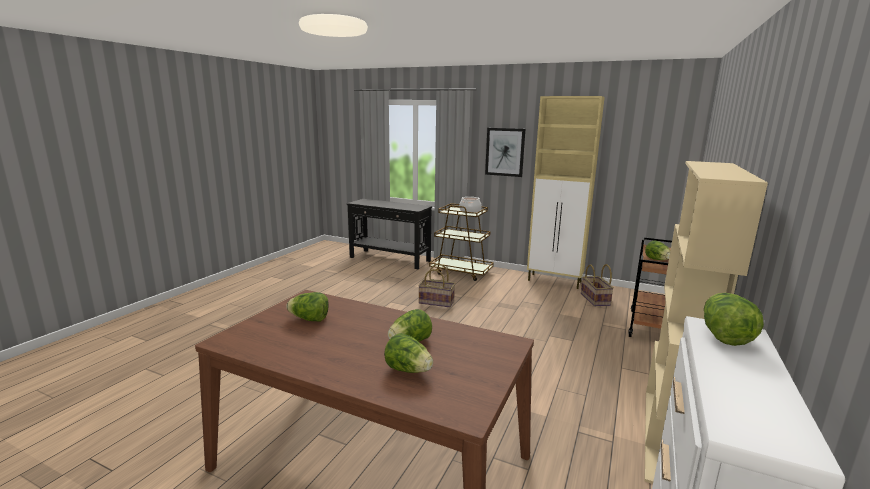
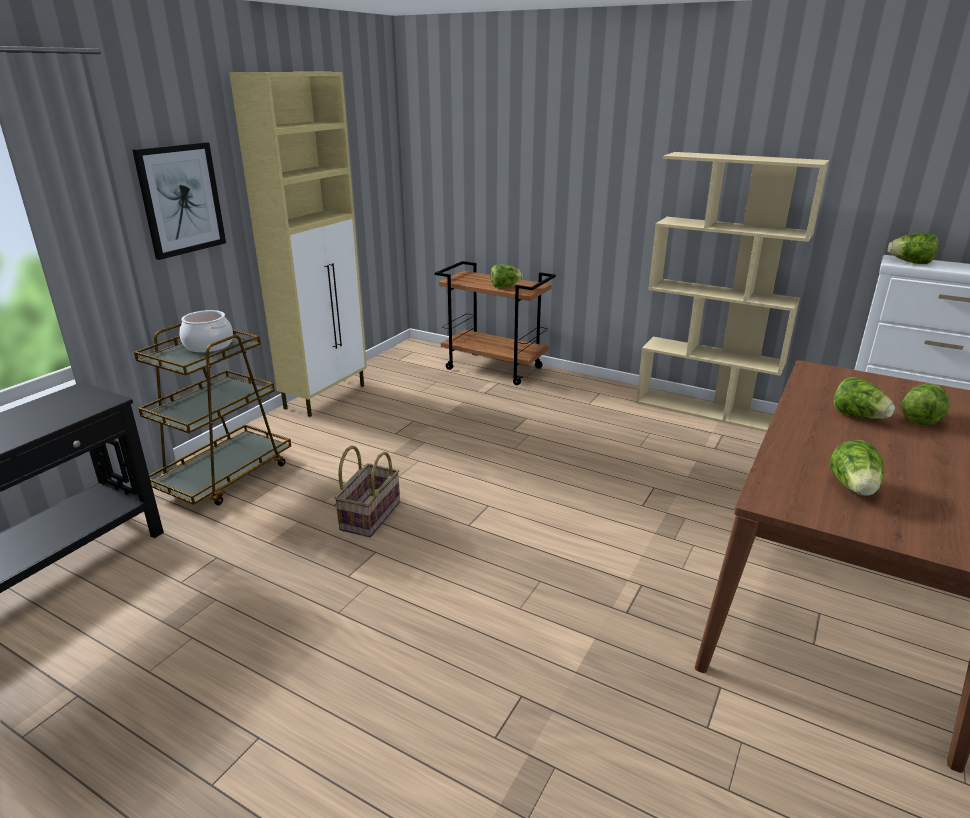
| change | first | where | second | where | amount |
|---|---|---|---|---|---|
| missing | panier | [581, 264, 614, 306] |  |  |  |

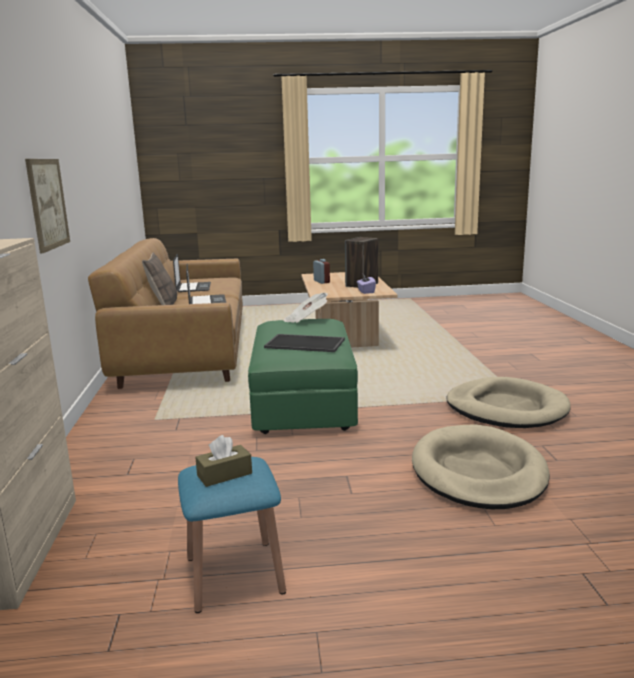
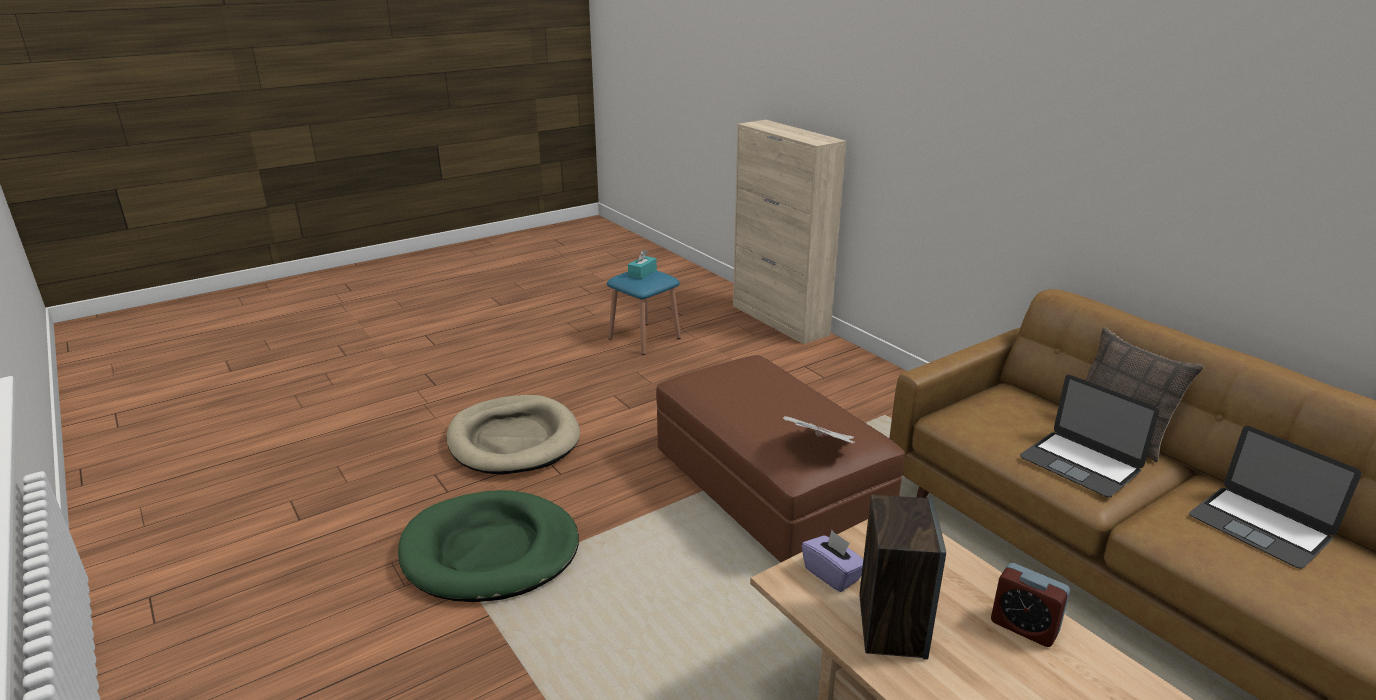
| change | first | where | second | where | amount |
|---|---|---|---|---|---|
| missing | tableau | [25, 159, 70, 253] |  |  |  |
| missing | plateau | [264, 334, 345, 352] |  |  |  |
| colour | boîte à mouchoirs (marron) | [195, 435, 252, 487] | boîte à mouchoirs (turquoise) | [628, 250, 657, 279] |  |
| colour | pouf (vert) | [248, 319, 358, 434] | pouf (marron) | [656, 355, 905, 562] |  |
| colour | panier pour chien (beige) | [446, 377, 571, 428] | panier pour chien (vert) | [398, 490, 579, 602] |  |

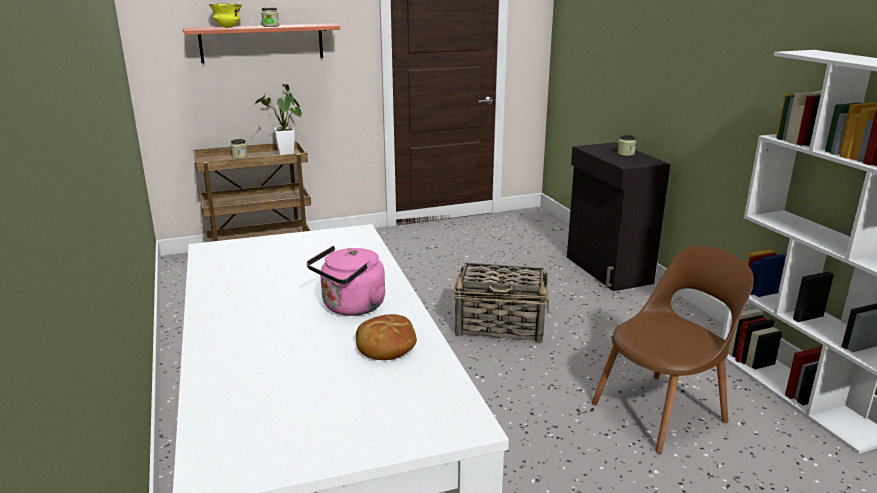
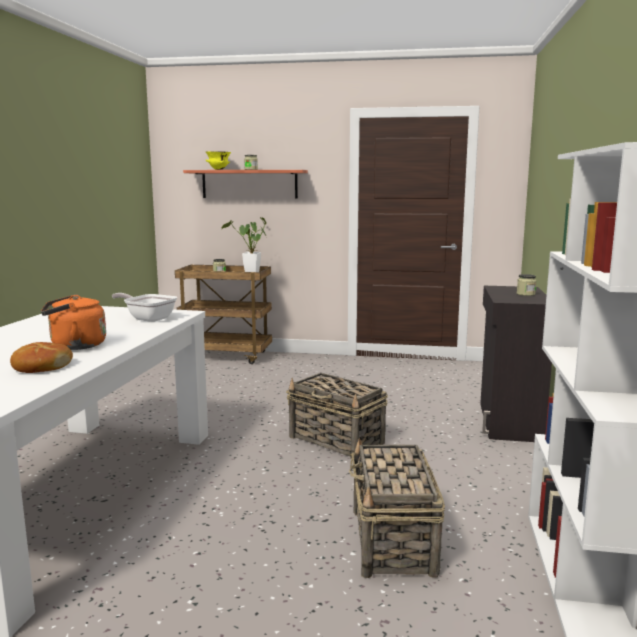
| change | first | where | second | where | amount |
|---|---|---|---|---|---|
| appeared |  |  | poêle | [112, 293, 177, 322] |  |
| exchanged | chaise (marron) | [591, 246, 754, 454] | panier | [348, 438, 445, 578] |  |
| colour | bouilloire (rose) | [307, 246, 385, 316] | bouilloire (orange) | [41, 294, 106, 350] |  |

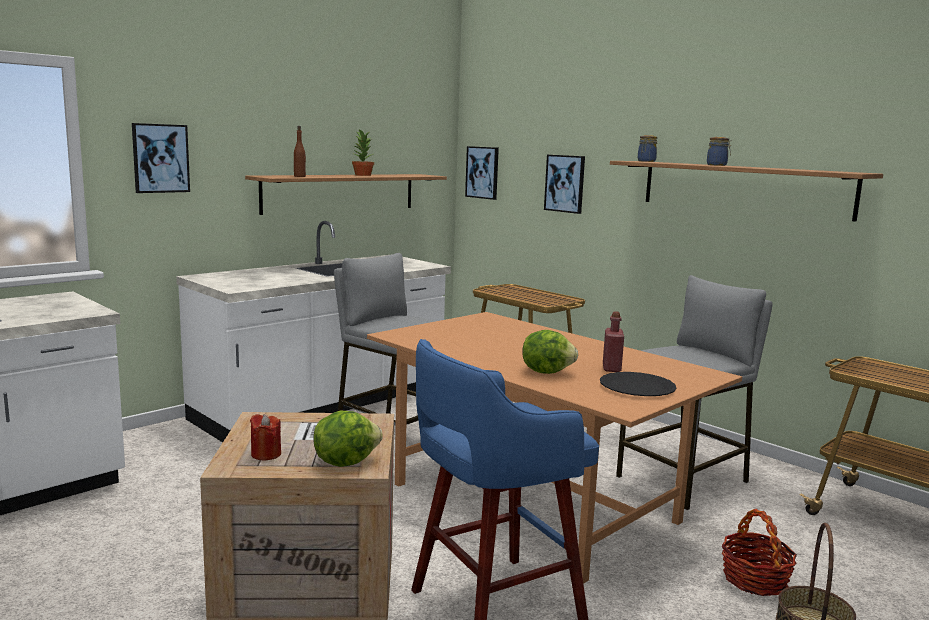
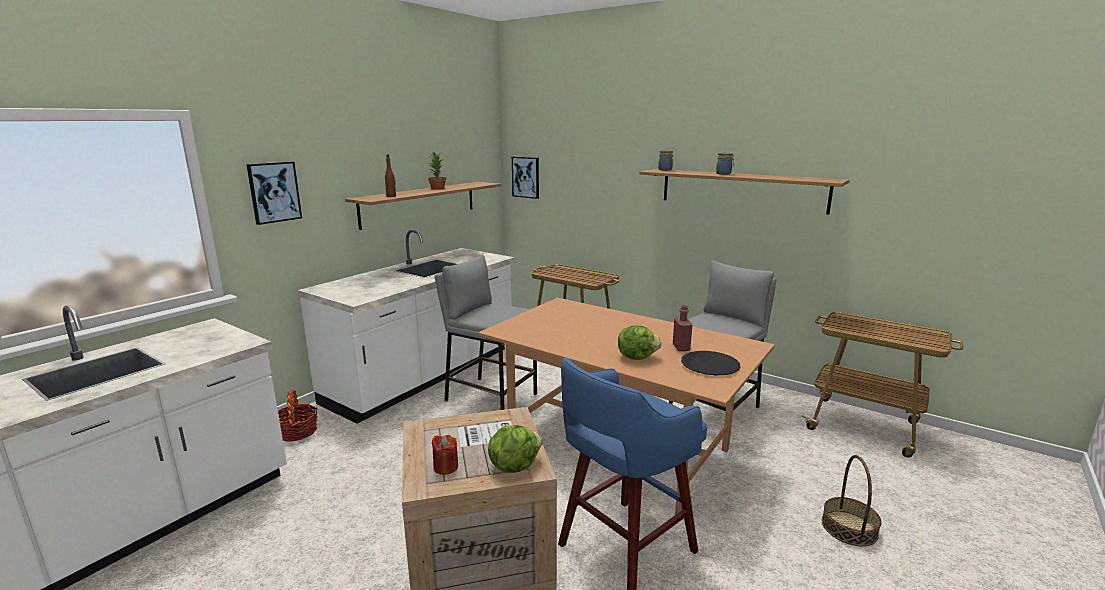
| change | first | where | second | where | amount |
|---|---|---|---|---|---|
| missing | tableau | [544, 155, 585, 214] |  |  |  |
| relocated | panier | [722, 509, 797, 596] |  | [278, 390, 318, 442] |  |

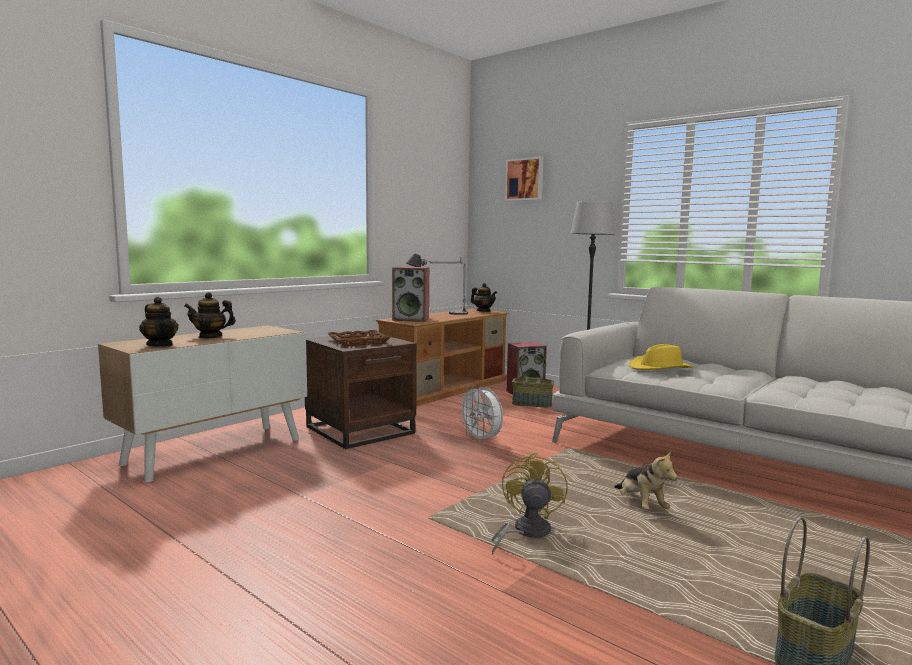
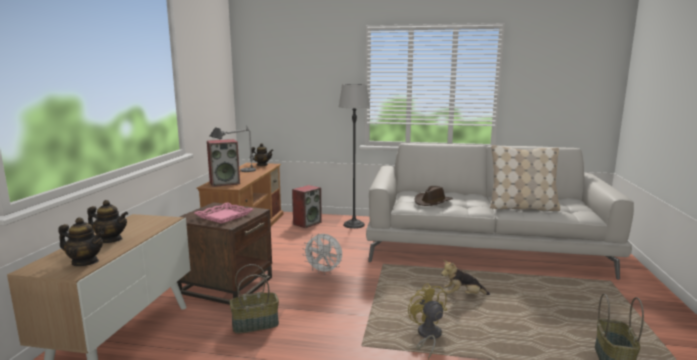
| change | first | where | second | where | amount |
|---|---|---|---|---|---|
| missing | tableau | [505, 156, 543, 201] |  |  |  |
| appeared |  |  | coussin (beige) | [490, 145, 560, 211] |  |
| relocated | panier | [512, 350, 554, 407] |  | [230, 264, 279, 334] |  |
| colour | plateau (marron) | [328, 330, 391, 346] | plateau (rose) | [194, 202, 253, 224] |  |
| colour | chapeau (jaune) | [629, 344, 695, 370] | chapeau (marron) | [414, 186, 453, 206] |  |
| spun | théière | [184, 292, 236, 339] |  | [87, 200, 128, 243] | 135 degrees counterclockwise |
| spun | peluche | [614, 450, 678, 509] |  | [441, 260, 490, 295] | 135 degrees clockwise |

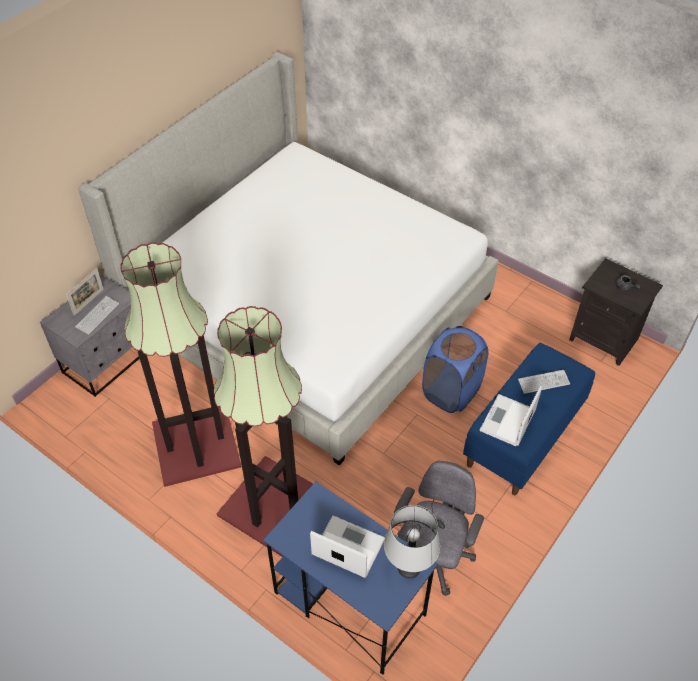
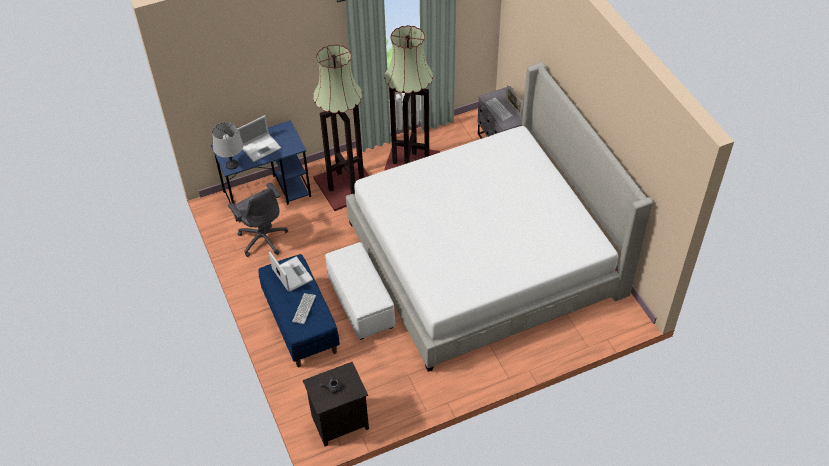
| change | first | where | second | where | amount |
|---|---|---|---|---|---|
| exchanged | panier à linge (bleu) | [422, 326, 489, 413] | pouf (blanc) | [325, 242, 395, 340] |  |

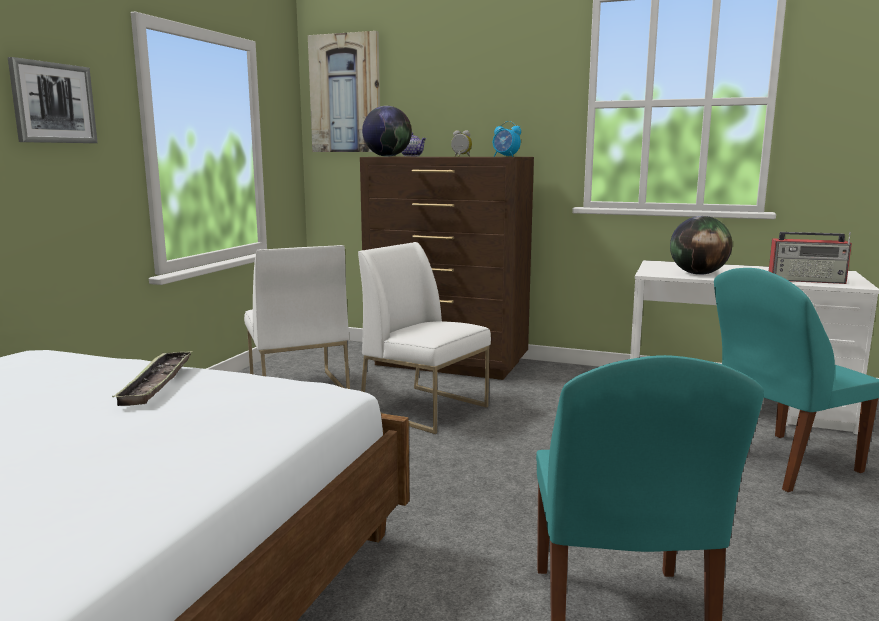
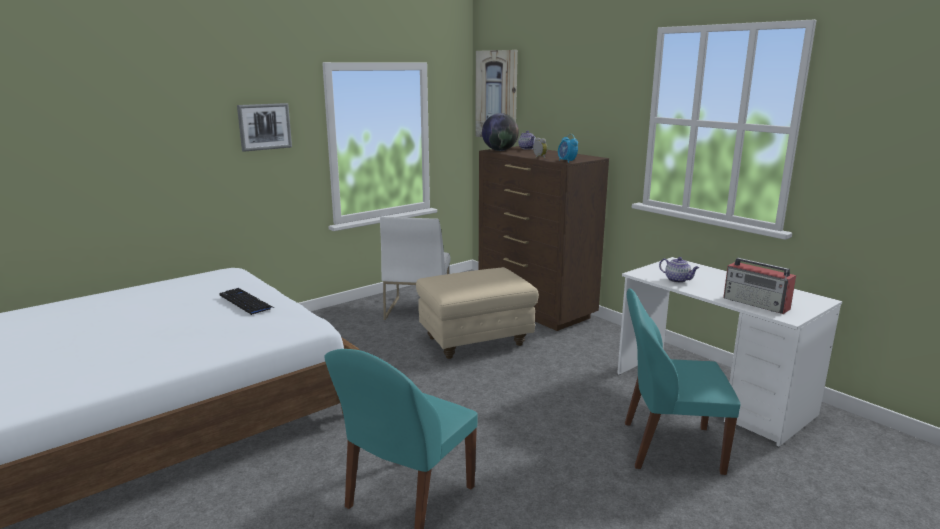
| change | first | where | second | where | amount |
|---|---|---|---|---|---|
| exchanged | plateau | [112, 351, 192, 406] | clavier | [219, 288, 274, 315] |  |
| exchanged | chaise (blanc) | [358, 242, 491, 434] | pouf (beige) | [416, 267, 539, 359] |  |
| exchanged | globe | [670, 216, 732, 275] | théière | [659, 257, 699, 283] |  |

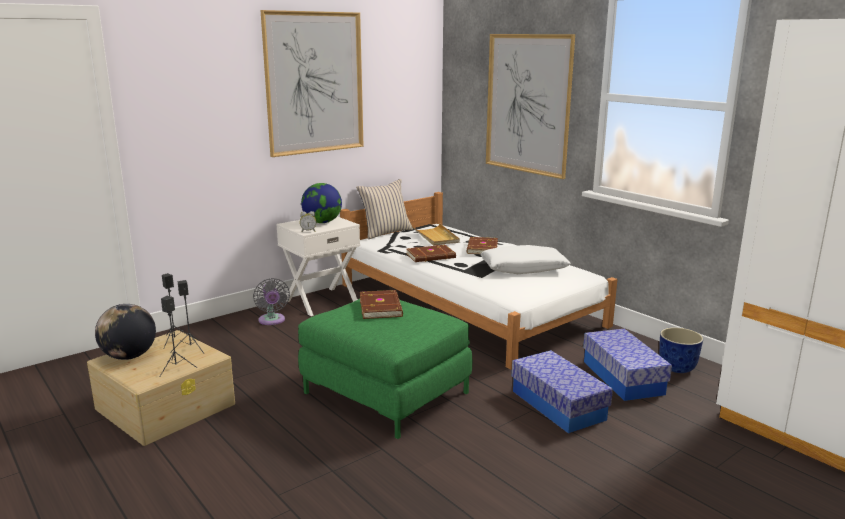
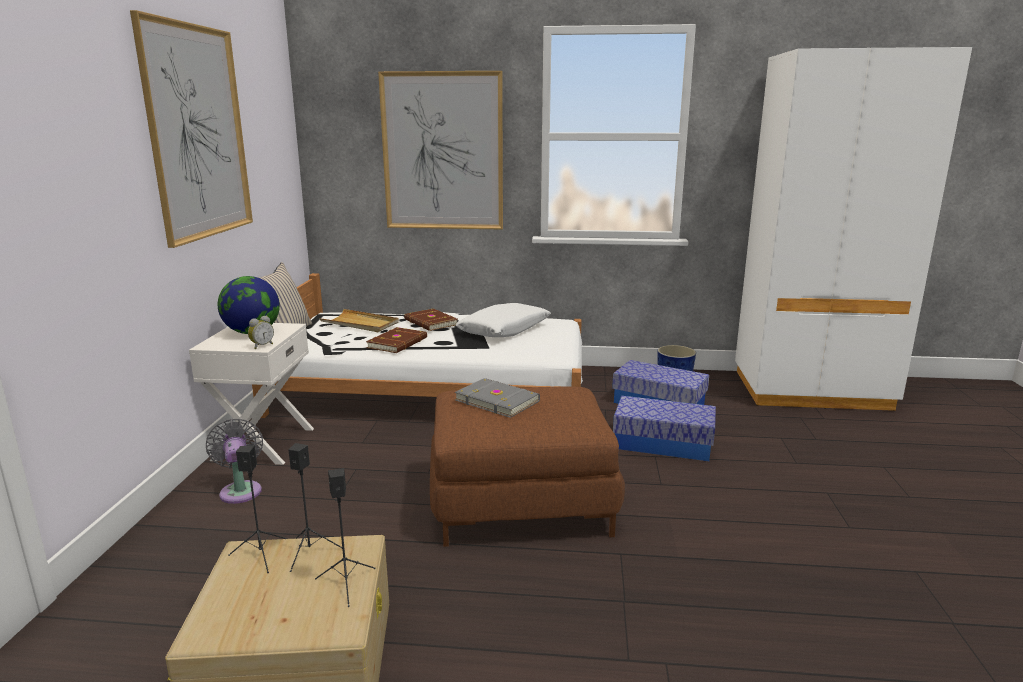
| change | first | where | second | where | amount |
|---|---|---|---|---|---|
| missing | globe | [95, 304, 156, 360] |  |  |  |
| colour | pouf (vert) | [298, 299, 472, 439] | pouf (marron) | [430, 386, 625, 547] |  |
| colour | livre (marron) | [360, 290, 403, 319] | livre (gris) | [455, 378, 540, 418] |  |
| spun | ventilateur (gris) | [253, 278, 290, 325] |  | [206, 419, 263, 504] | 135 degrees counterclockwise |

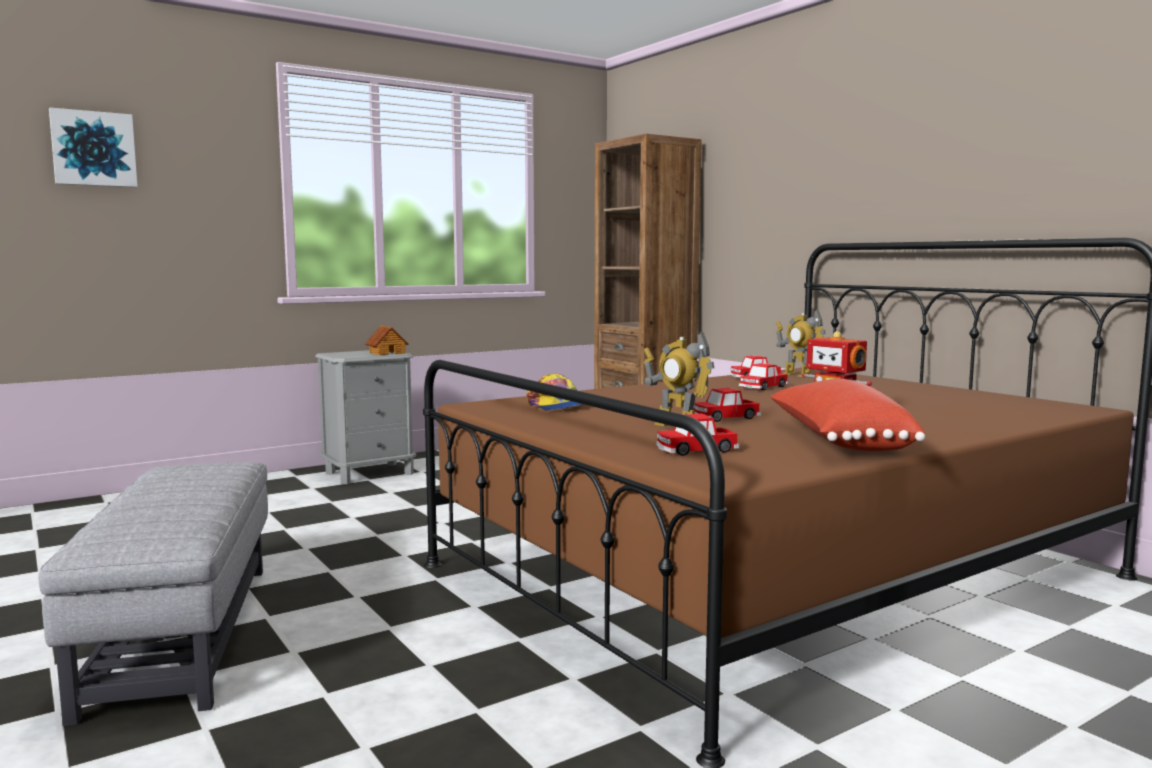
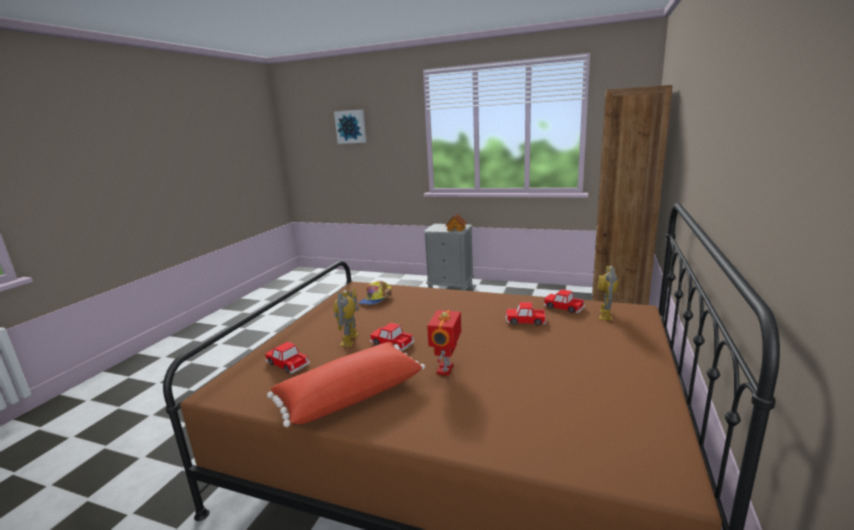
| change | first | where | second | where | amount |
|---|---|---|---|---|---|
| missing | pouf (gris) | [38, 462, 268, 726] |  |  |  |

